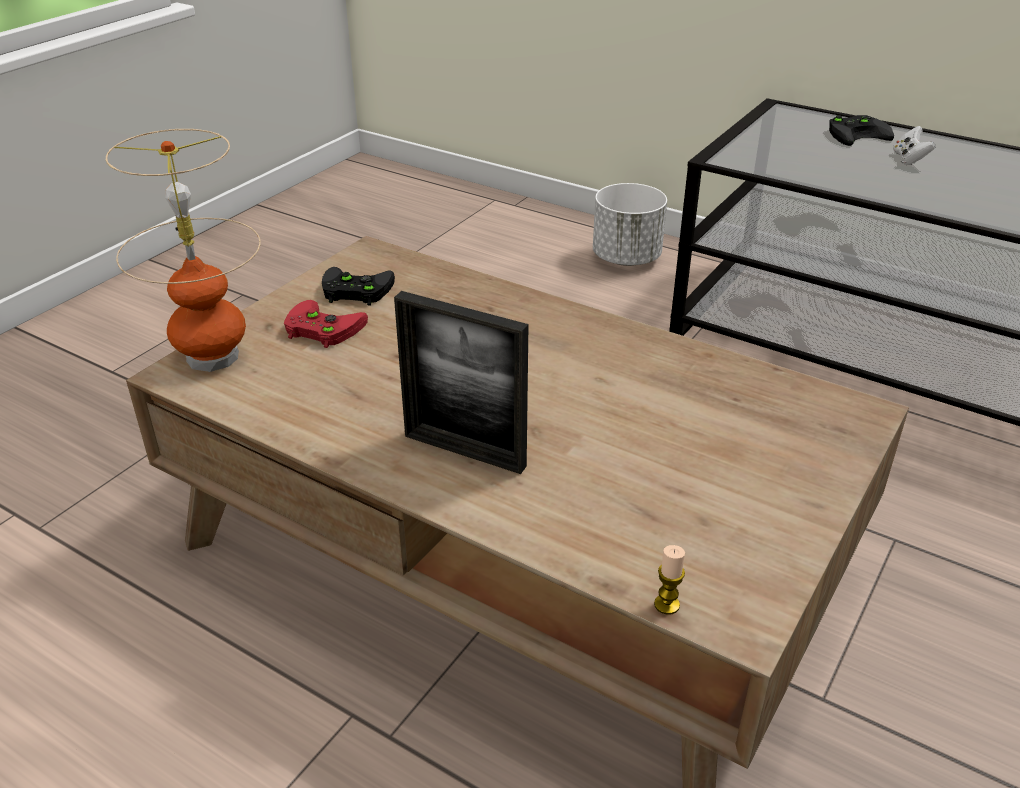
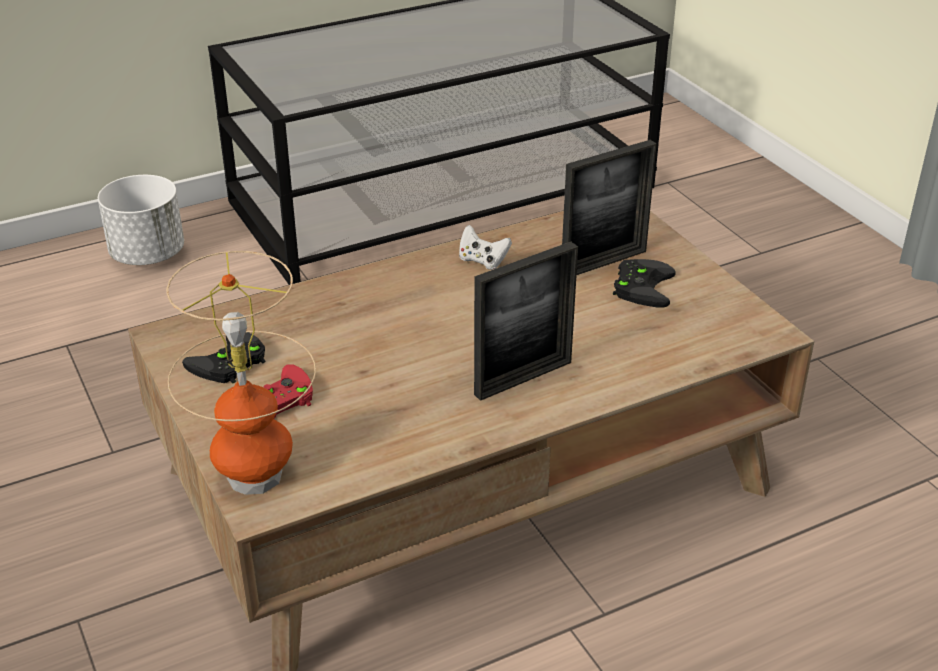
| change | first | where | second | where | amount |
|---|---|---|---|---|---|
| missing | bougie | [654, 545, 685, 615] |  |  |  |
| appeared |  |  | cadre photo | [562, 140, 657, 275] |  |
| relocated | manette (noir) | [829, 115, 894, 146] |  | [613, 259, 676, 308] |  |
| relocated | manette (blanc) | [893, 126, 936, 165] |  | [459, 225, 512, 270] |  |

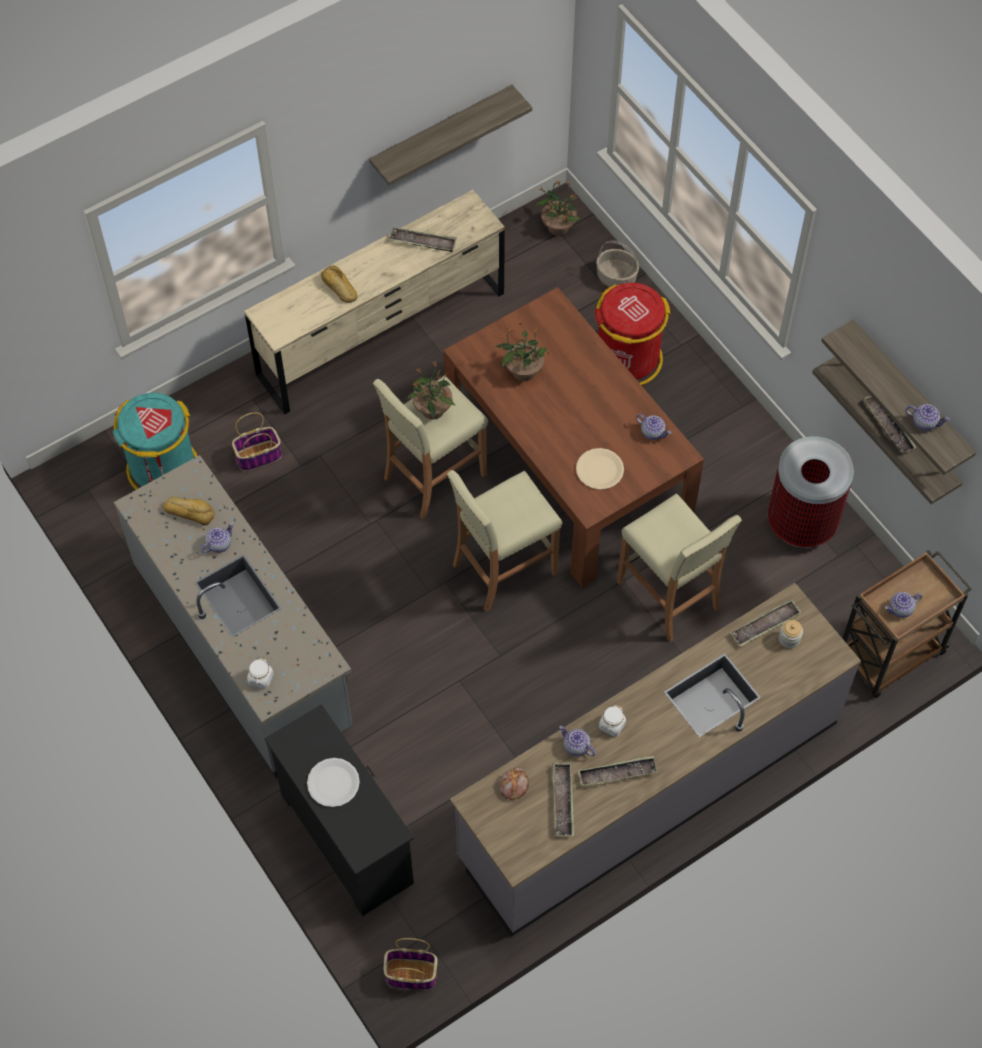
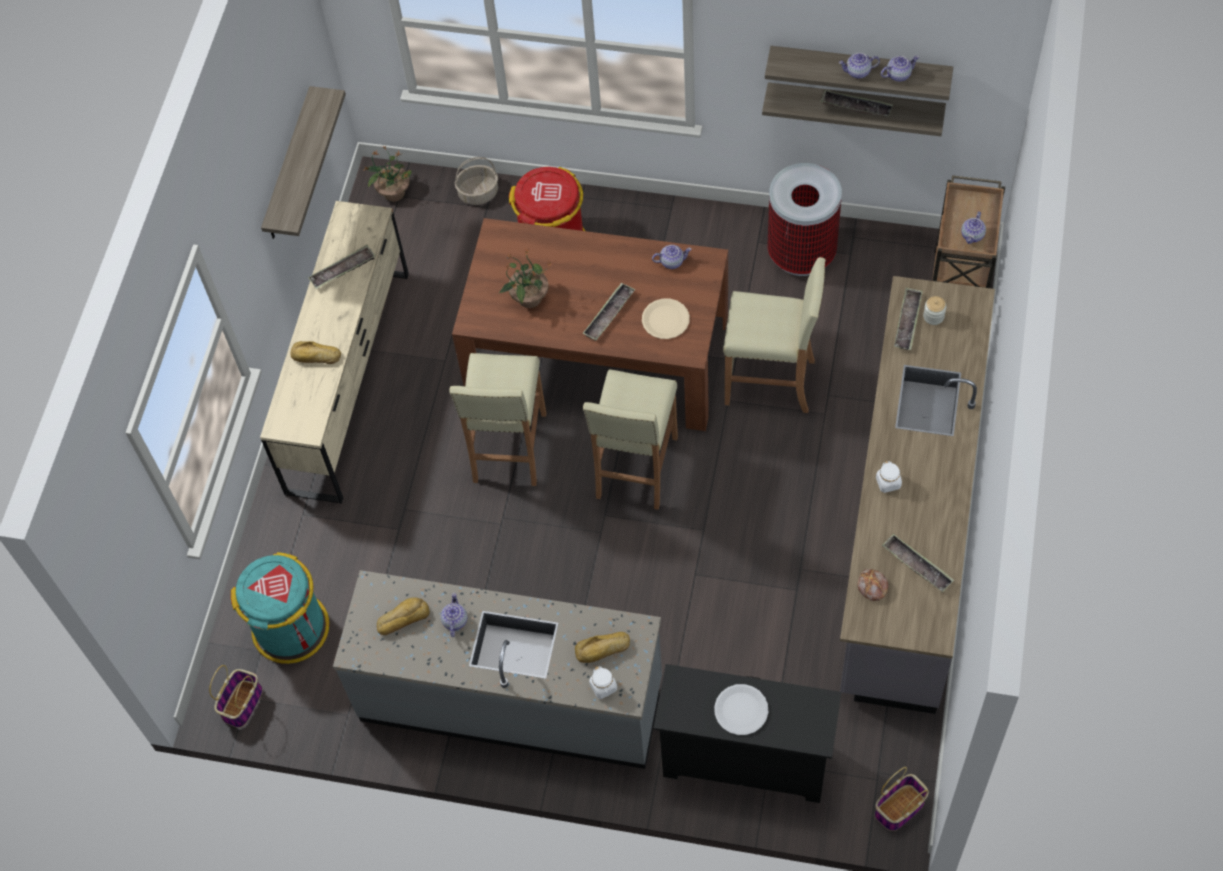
| change | first | where | second | where | amount |
|---|---|---|---|---|---|
| missing | plante en pot | [407, 360, 455, 420] |  |  |  |
| appeared |  |  | pain | [575, 632, 630, 663] |  |
| relocated | panier | [232, 412, 282, 471] |  | [209, 665, 263, 728] |  |
| relocated | théière | [559, 726, 596, 756] |  | [839, 53, 880, 78] |  |
| relocated | plateau | [578, 756, 658, 787] |  | [582, 283, 635, 341] |  |

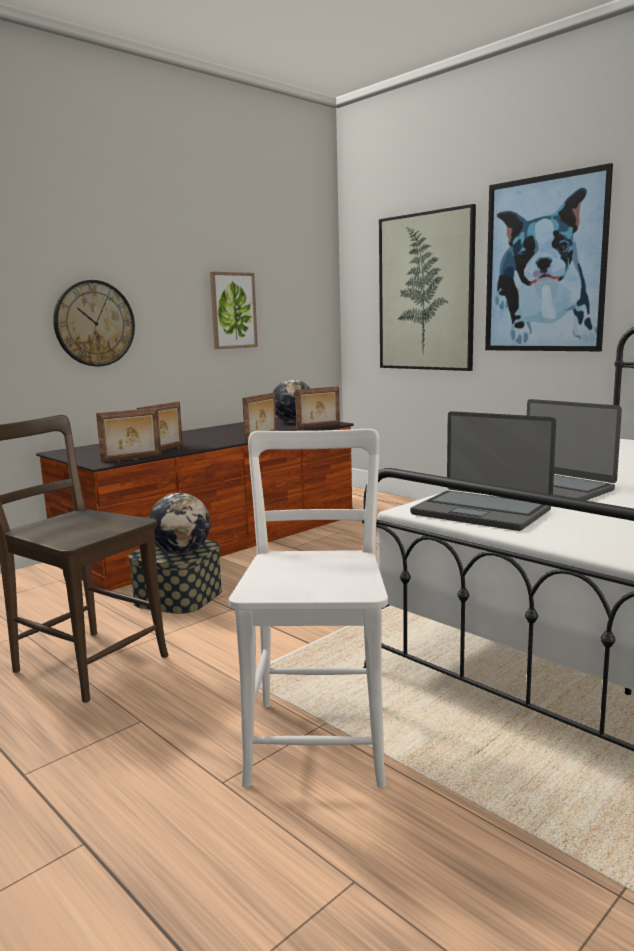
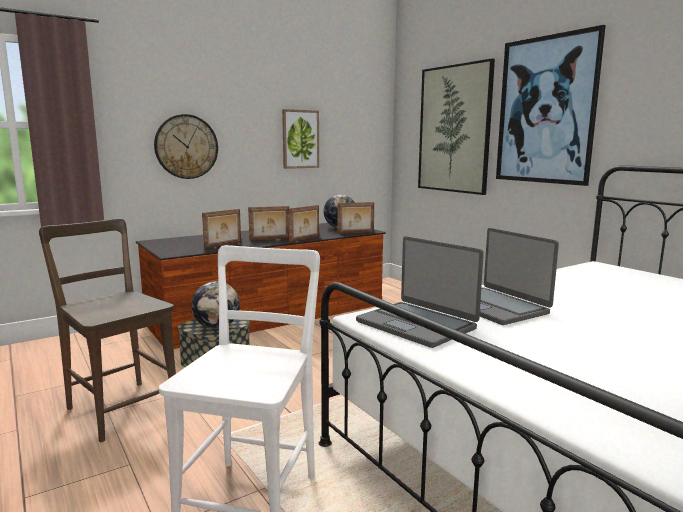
| change | first | where | second | where | amount |
|---|---|---|---|---|---|
| relocated | cadre photo | [96, 408, 161, 462] |  | [248, 206, 289, 240] |  |

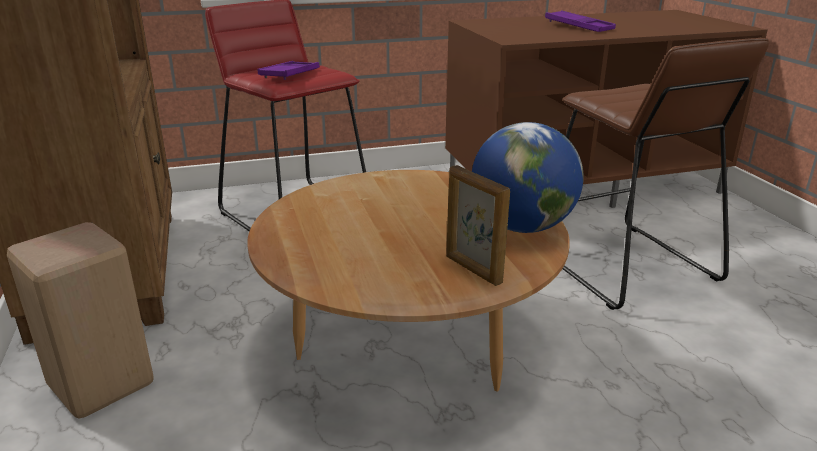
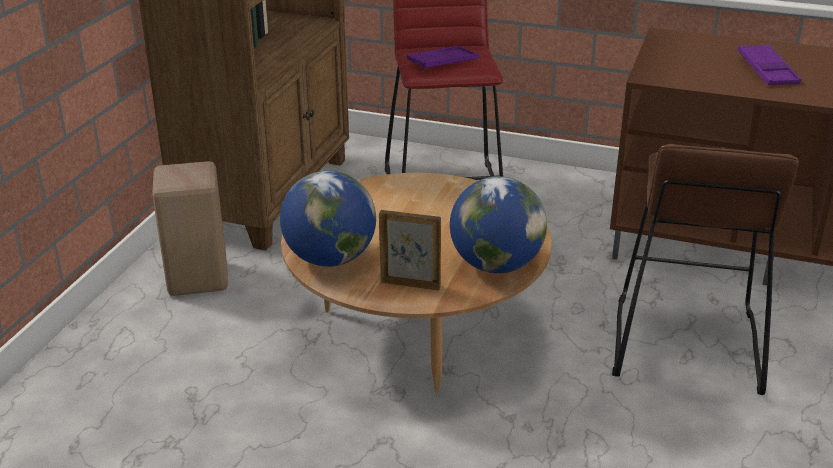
| change | first | where | second | where | amount |
|---|---|---|---|---|---|
| appeared |  |  | globe | [280, 171, 376, 267] |  |
| spun | cadre photo | [446, 165, 510, 286] |  | [379, 210, 441, 290] | 105 degrees clockwise |

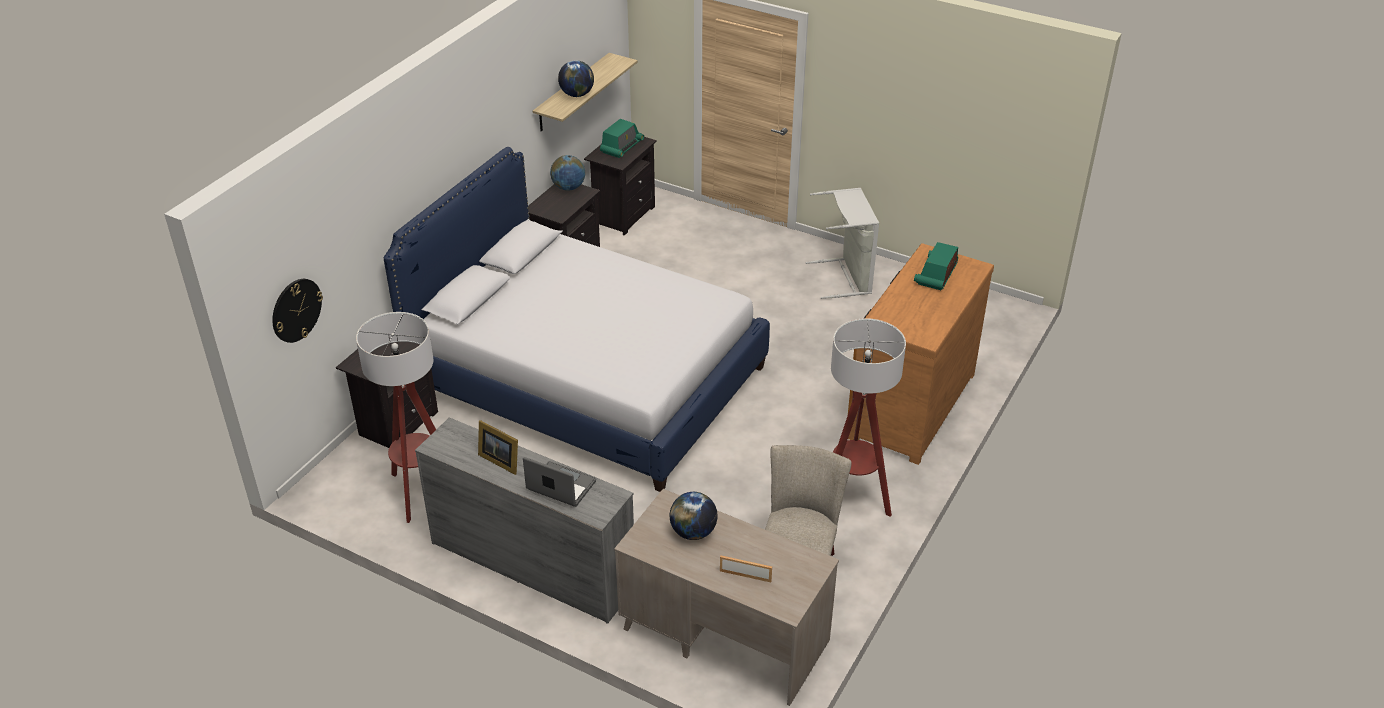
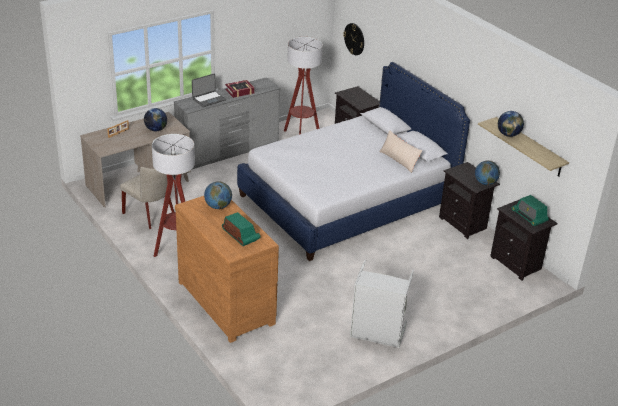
| change | first | where | second | where | amount |
|---|---|---|---|---|---|
| appeared |  |  | globe | [204, 181, 232, 209] |  |
| appeared |  |  | coussin (beige) | [379, 130, 422, 173] |  |
| exchanged | cadre photo | [478, 420, 518, 475] | livre | [225, 80, 255, 98] |  |

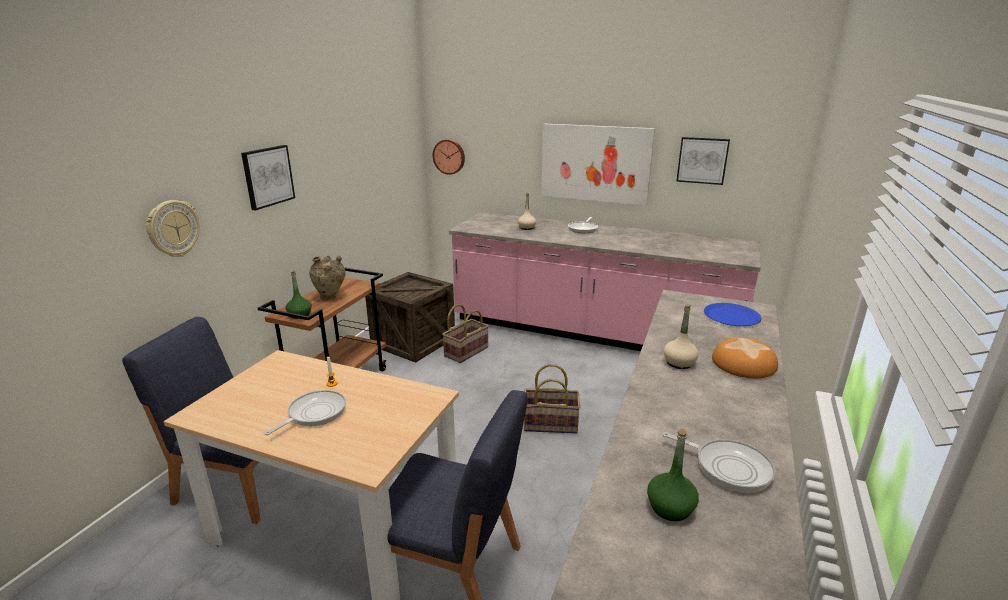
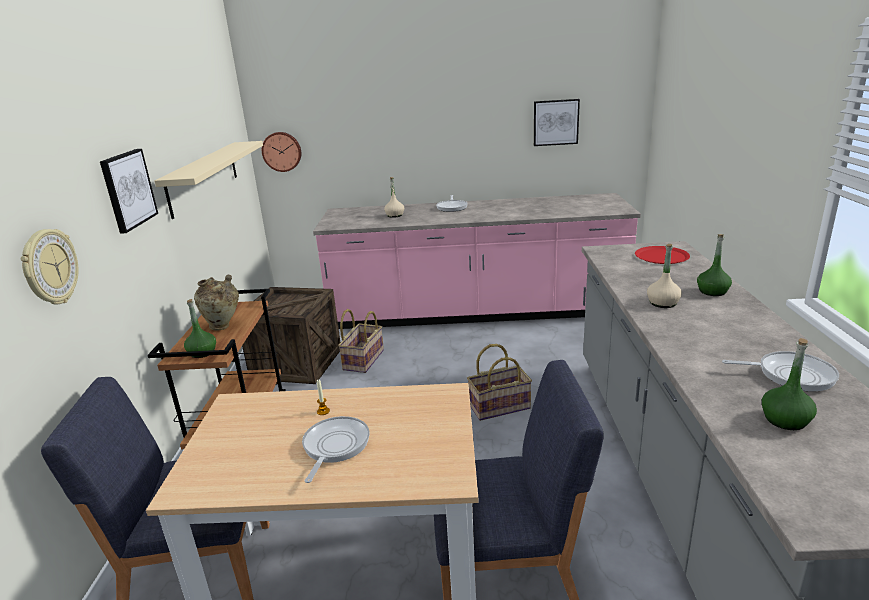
| change | first | where | second | where | amount |
|---|---|---|---|---|---|
| missing | tableau | [541, 124, 655, 205] |  |  |  |
| appeared |  |  | étagère (beige) | [154, 141, 263, 219] |  |
| exchanged | pain | [712, 338, 778, 379] | bouteille (vert) | [697, 234, 732, 296] |  |
| colour | assiette (bleu) | [704, 303, 762, 326] | assiette (rouge) | [635, 246, 690, 264] |  |

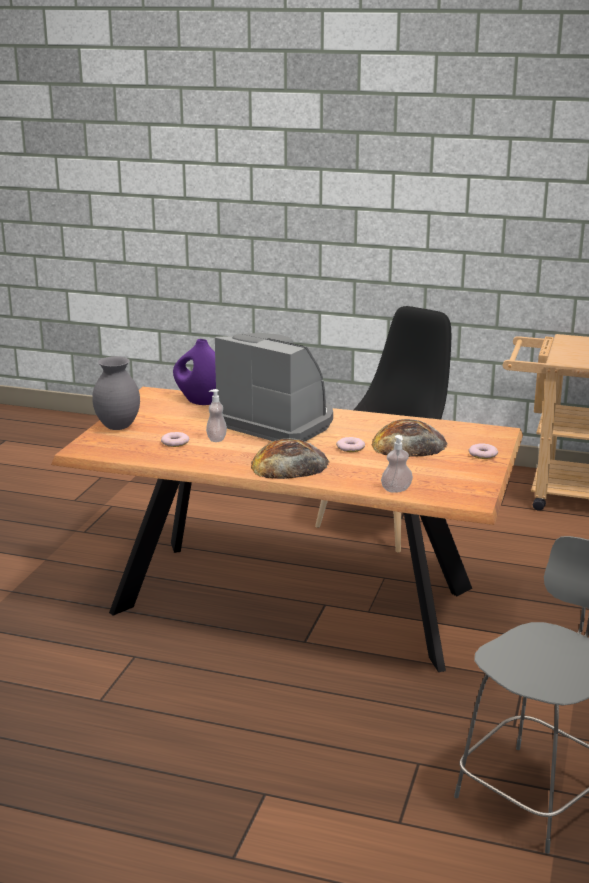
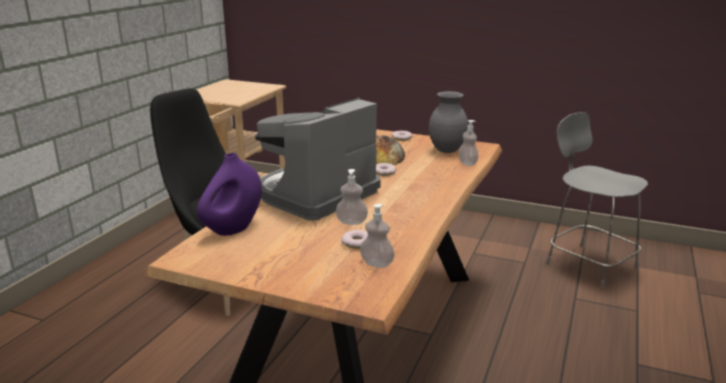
| change | first | where | second | where | amount |
|---|---|---|---|---|---|
| missing | pain | [251, 438, 329, 479] |  |  |  |
| appeared |  |  | distributeur de savon | [360, 204, 394, 268] |  |
| relocated | vase (gris) | [92, 356, 140, 430] |  | [429, 91, 468, 153] |  |

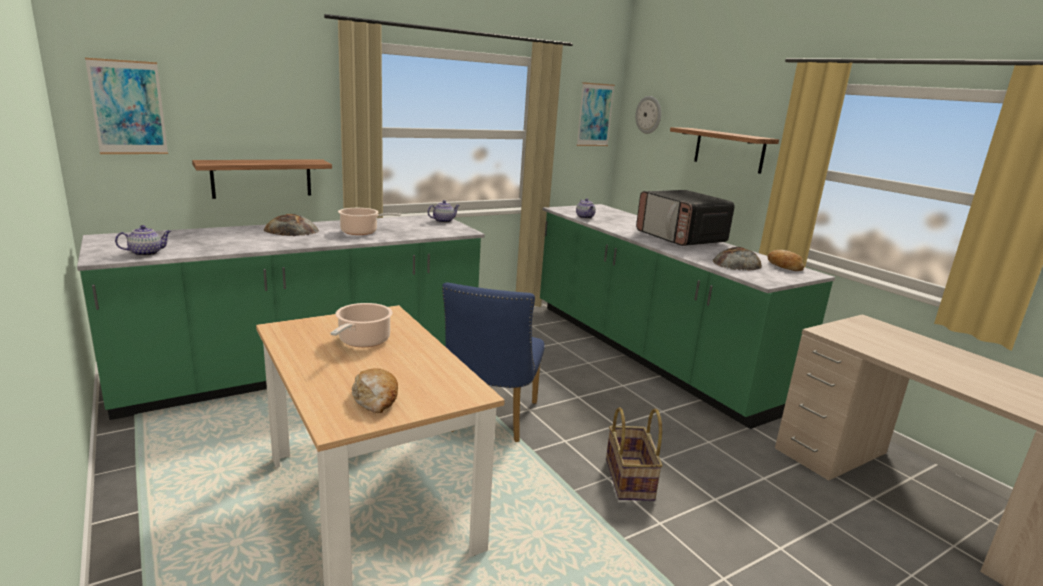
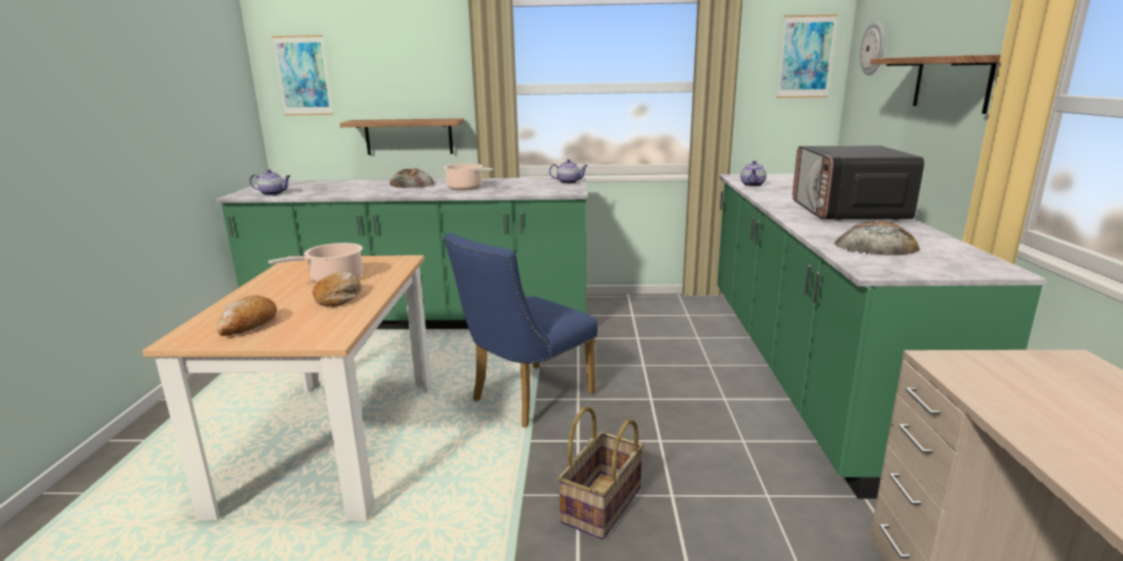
| change | first | where | second | where | amount |
|---|---|---|---|---|---|
| relocated | pain | [768, 250, 804, 271] |  | [313, 272, 362, 307] |  |

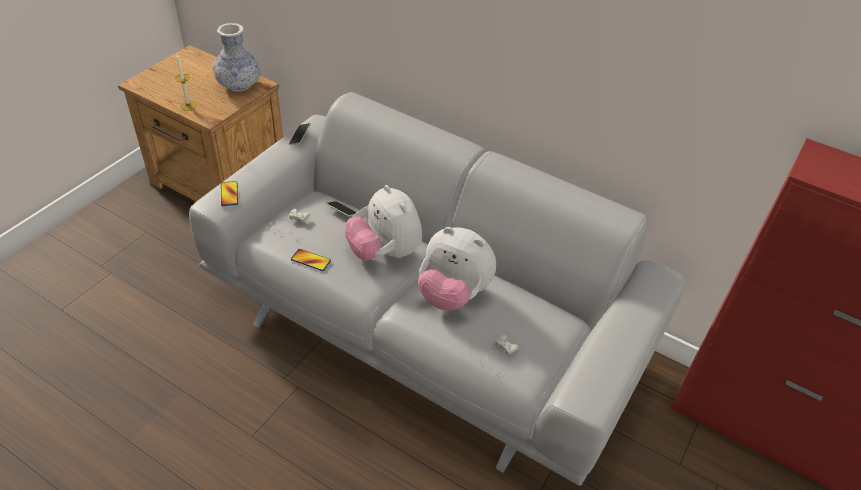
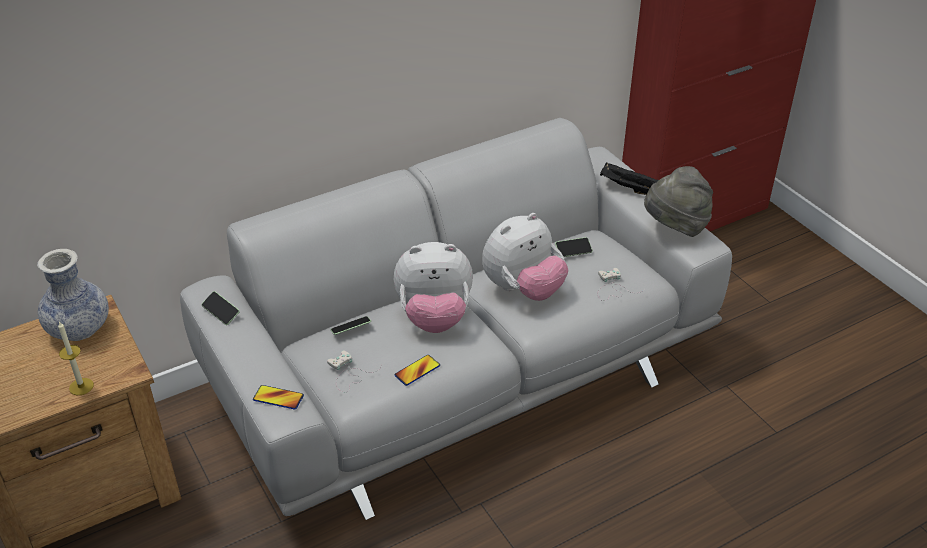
| change | first | where | second | where | amount |
|---|---|---|---|---|---|
| appeared |  |  | téléphone | [555, 237, 593, 257] |  |
| appeared |  |  | plateau (noir) | [600, 163, 659, 195] |  |
| appeared |  |  | chapeau (gris) | [644, 166, 713, 237] |  |

